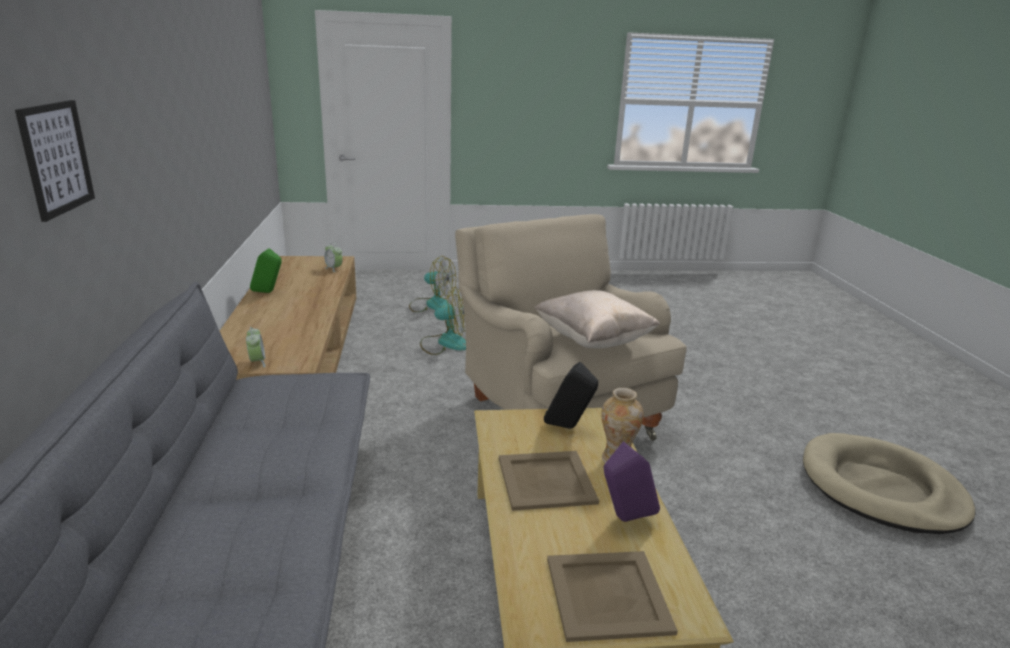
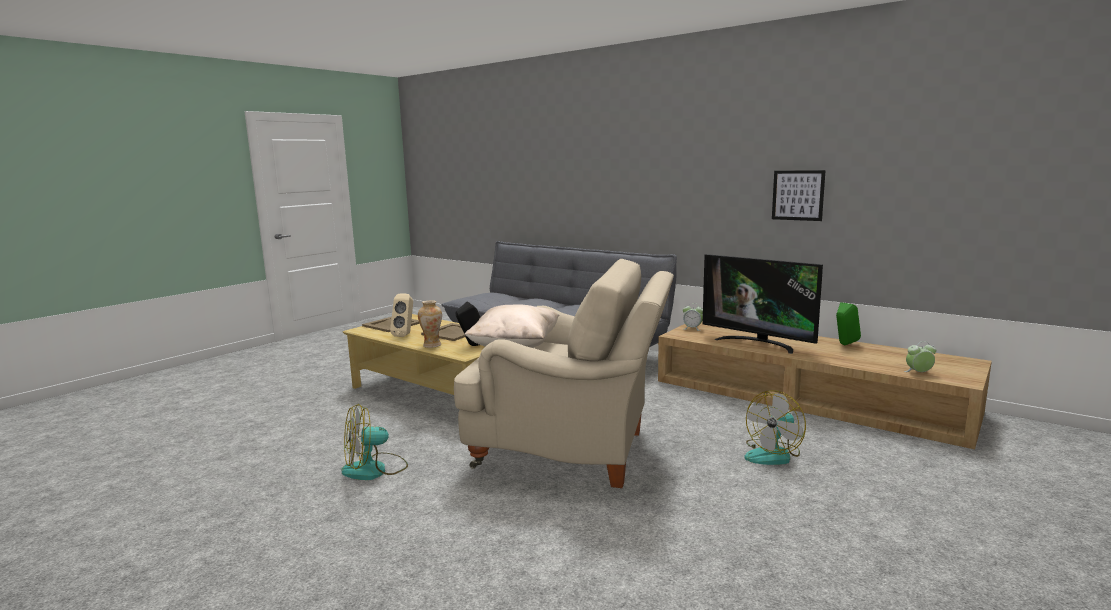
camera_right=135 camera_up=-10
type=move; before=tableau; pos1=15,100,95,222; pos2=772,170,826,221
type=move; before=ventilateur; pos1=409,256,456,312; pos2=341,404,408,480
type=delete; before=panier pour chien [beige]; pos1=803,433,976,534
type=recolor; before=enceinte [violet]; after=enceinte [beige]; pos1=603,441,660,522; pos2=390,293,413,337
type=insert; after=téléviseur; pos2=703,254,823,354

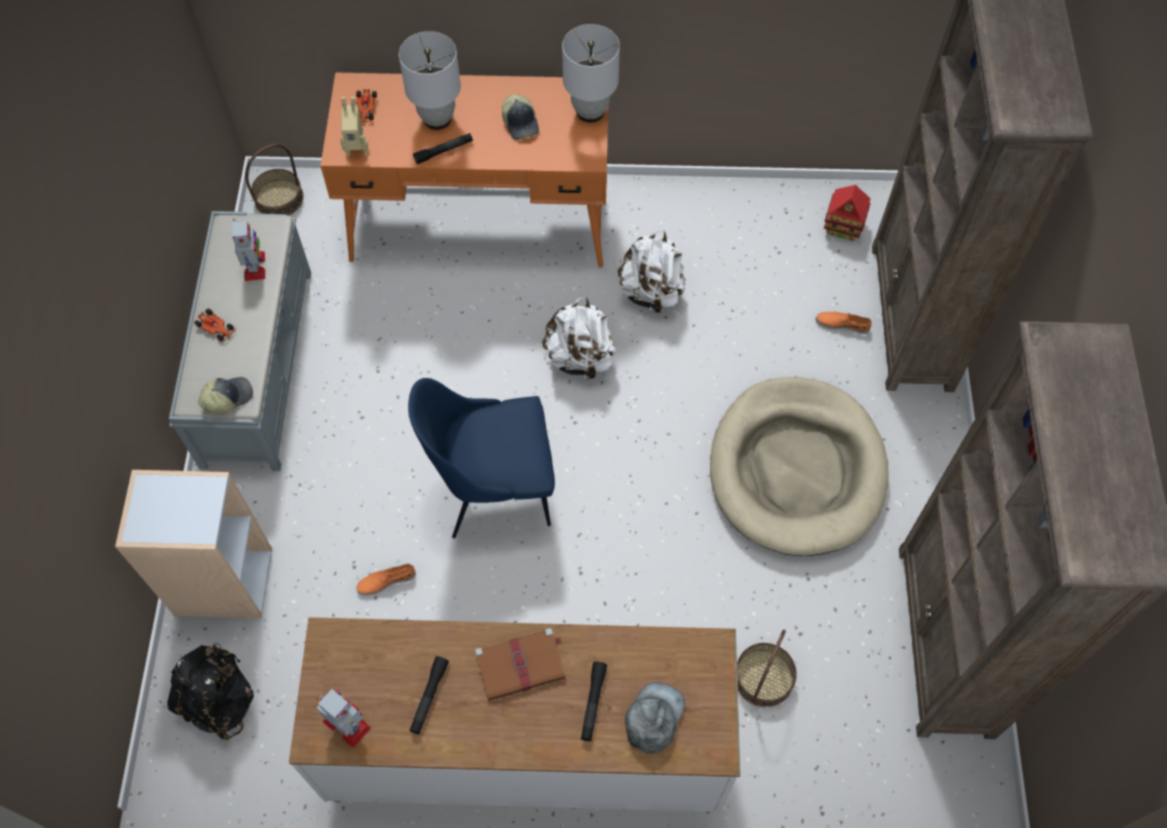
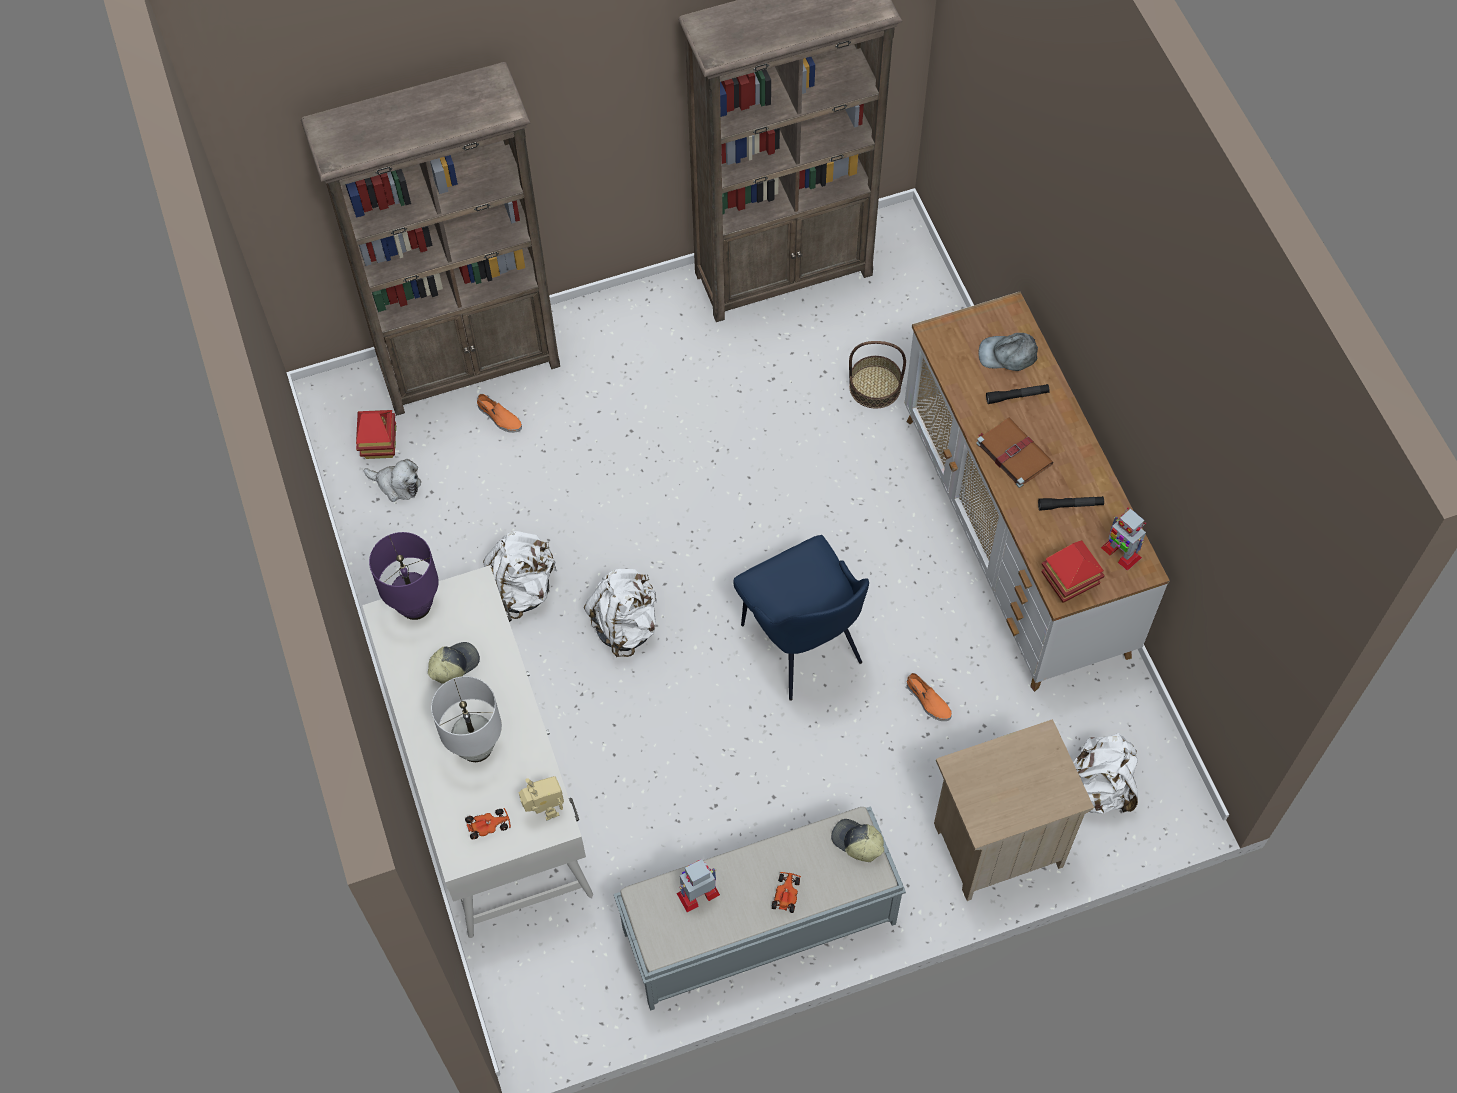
camera_right=-110 camera_up=0
type=recolor; before=lampe de table [blanc]; after=lampe de table [violet]; pos1=562,24,620,122; pos2=369,532,439,620
type=recolor; before=bureau [orange]; after=bureau [blanc]; pos1=320,72,608,268; pos2=362,565,593,938
type=delete; before=lampe de poche [noir]; pos1=413,133,473,164
type=delete; before=panier; pos1=245,144,304,215
type=rotate; before=chaussure [orange]; pos1=816,312,871,334; pos2=477,394,522,433; turn=-45
type=delete; before=panier pour chien [beige]; pos1=710,377,889,556
type=replace; before=bibliothèque; after=table de chevet [beige]; pos1=115,470,272,618; pos2=934,719,1094,901
type=recolor; before=sac à dos [noir]; after=sac à dos [blanc]; pos1=167,643,254,740; pos2=1073,733,1138,813
type=rotate; before=robot jouet; pos1=316,689,371,748; pos2=1101,508,1146,571; turn=-60
type=insert; after=peluche; pos2=364,459,421,502
type=insert; after=maison miniature; pos2=1042,540,1105,603

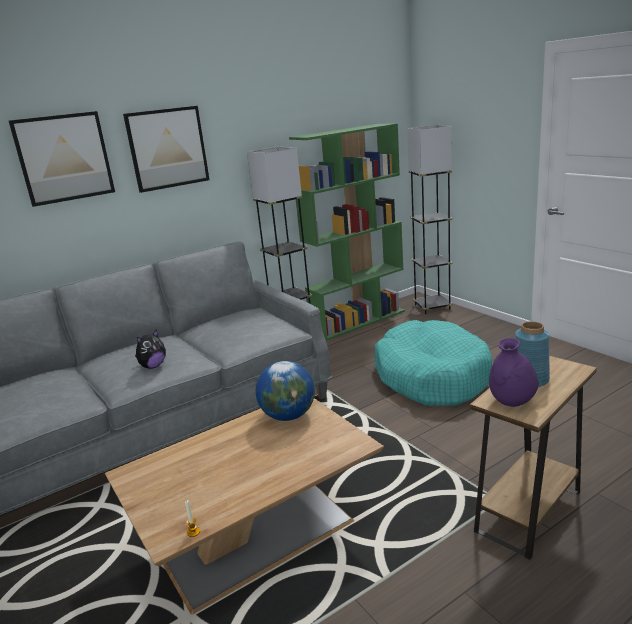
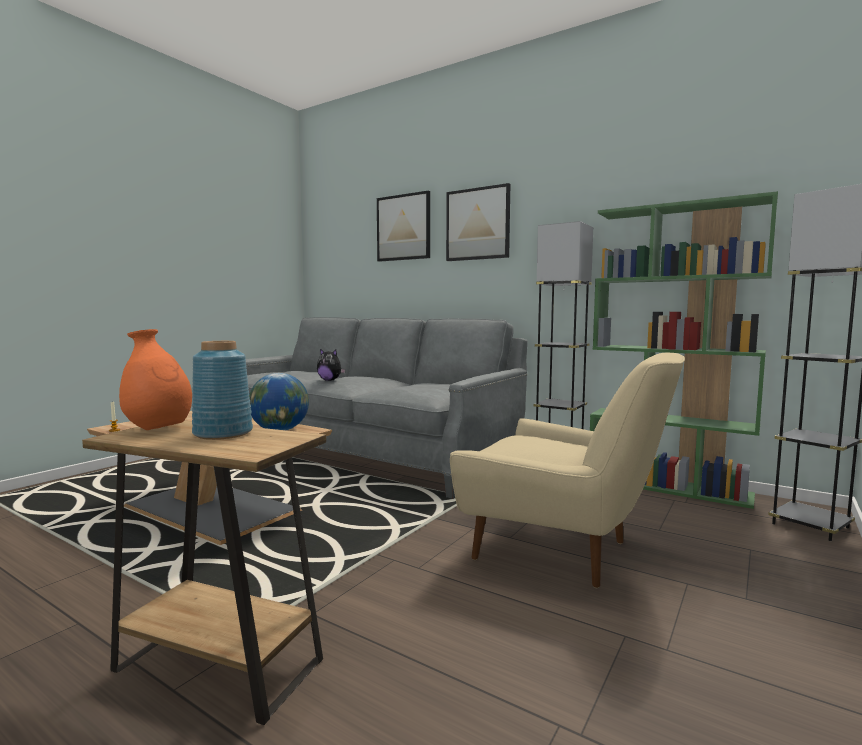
camera_right=65 camera_up=-15
type=replace; before=panier pour chien [turquoise]; after=fauteuil [beige]; pos1=375,320,492,406; pos2=450,353,685,588
type=recolor; before=vase [violet]; after=vase [orange]; pos1=489,338,538,407; pos2=119,329,192,430

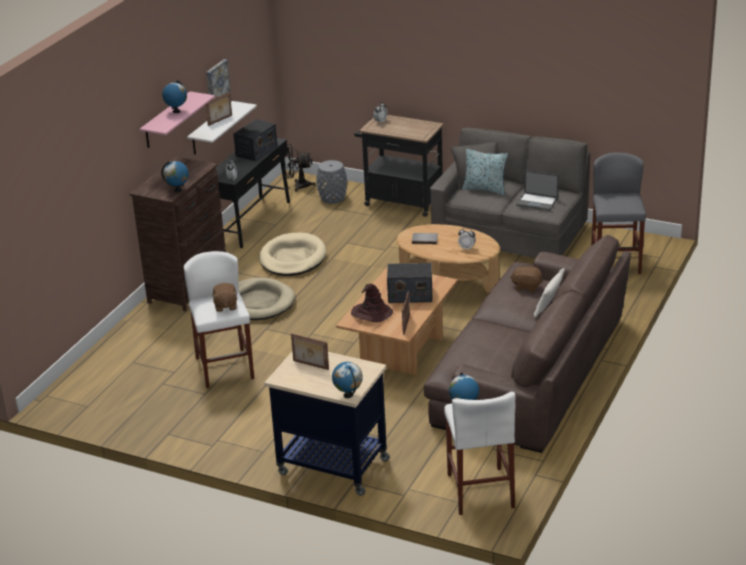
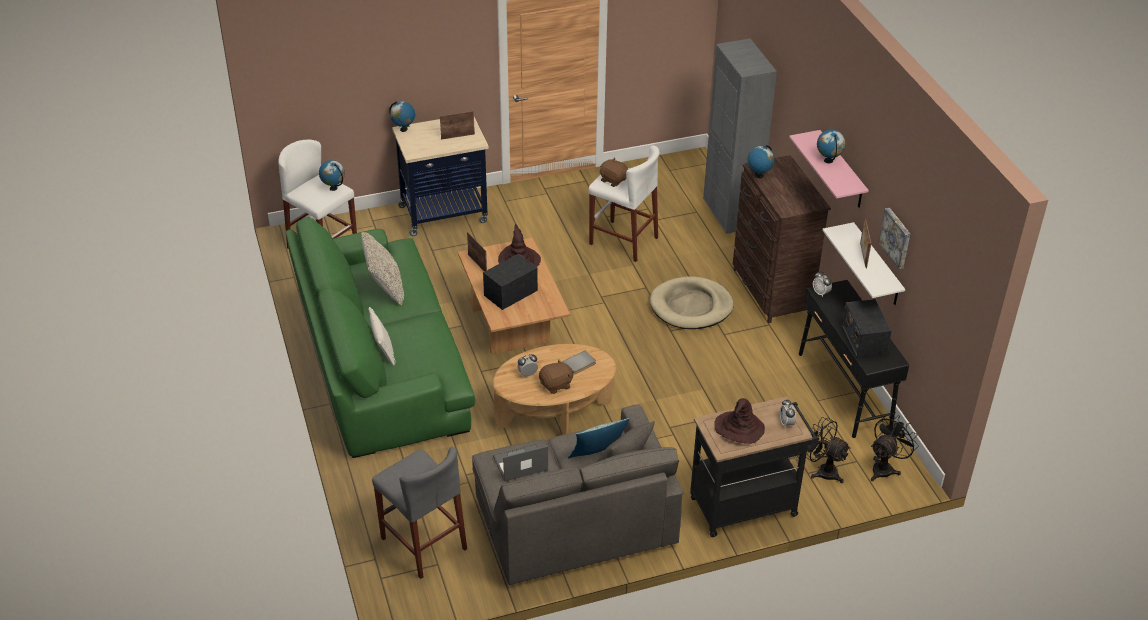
camera_right=135 camera_up=10
type=replace; before=tabouret [gris]; after=ventilateur [noir]; pos1=316,160,347,204; pos2=806,417,851,483
type=delete; before=panier pour chien [beige]; pos1=259,233,326,276
type=recolor; before=canapé [marron]; after=canapé [vert]; pos1=424,235,631,453; pos2=286,217,475,458
type=move; before=peluche [marron]; pos1=510,264,542,292; pos2=539,360,574,394
type=insert; after=meuble de rangement [gris]; pos2=703,39,777,234
type=insert; after=coussin [beige]; pos2=361,232,404,305
type=insert; after=chapeau [marron]; pos2=714,398,765,444

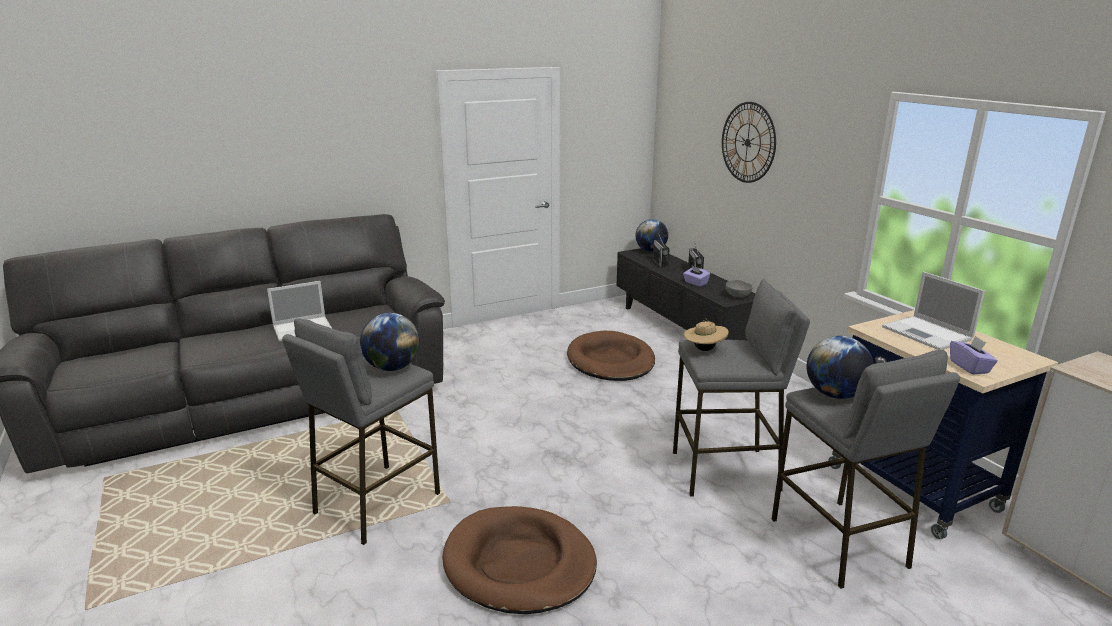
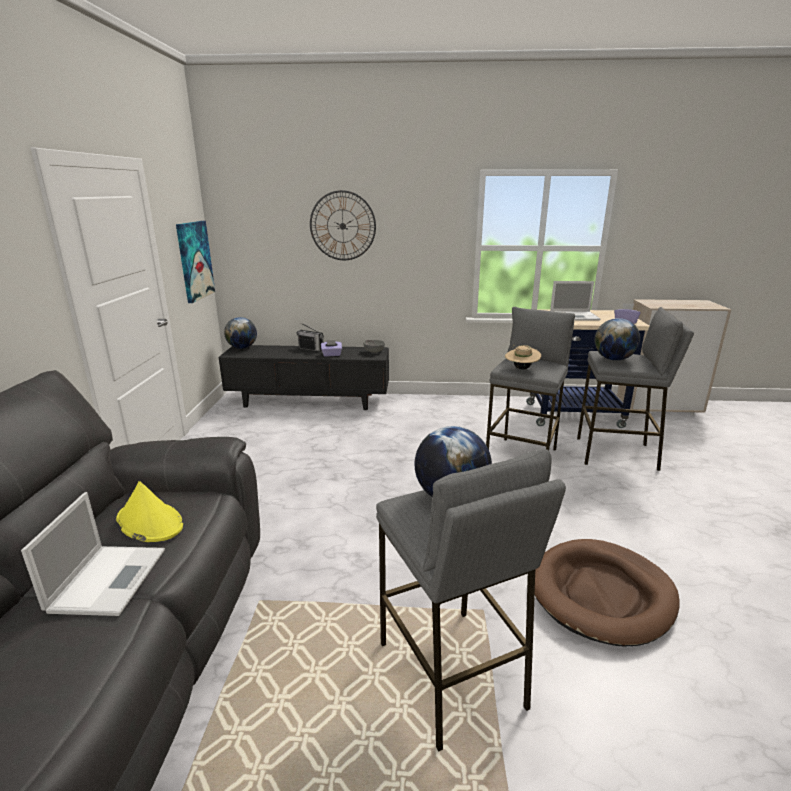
camera_right=-60 camera_up=0
type=delete; before=radio; pos1=653,233,669,268
type=delete; before=panier pour chien [marron]; pos1=567,330,655,381
type=insert; after=tableau; pos2=176,221,215,303
type=insert; after=chapeau [jaune]; pos2=116,481,183,542

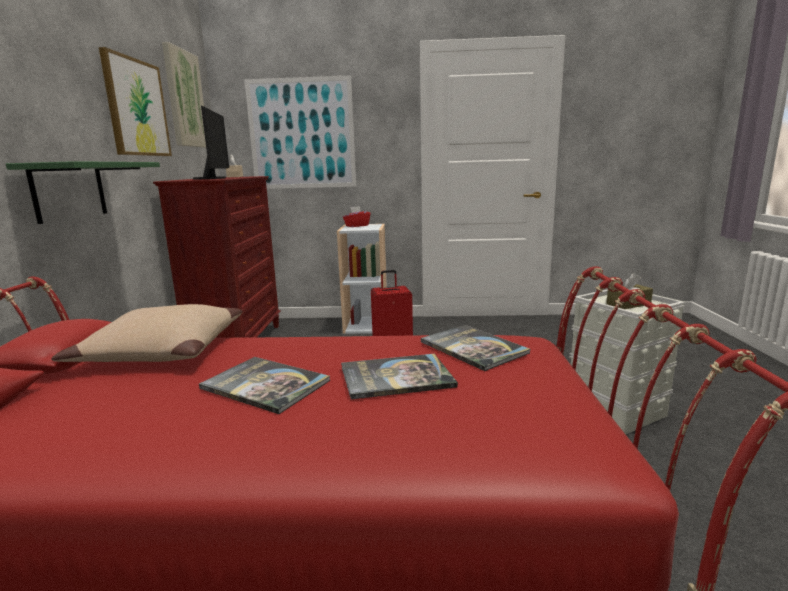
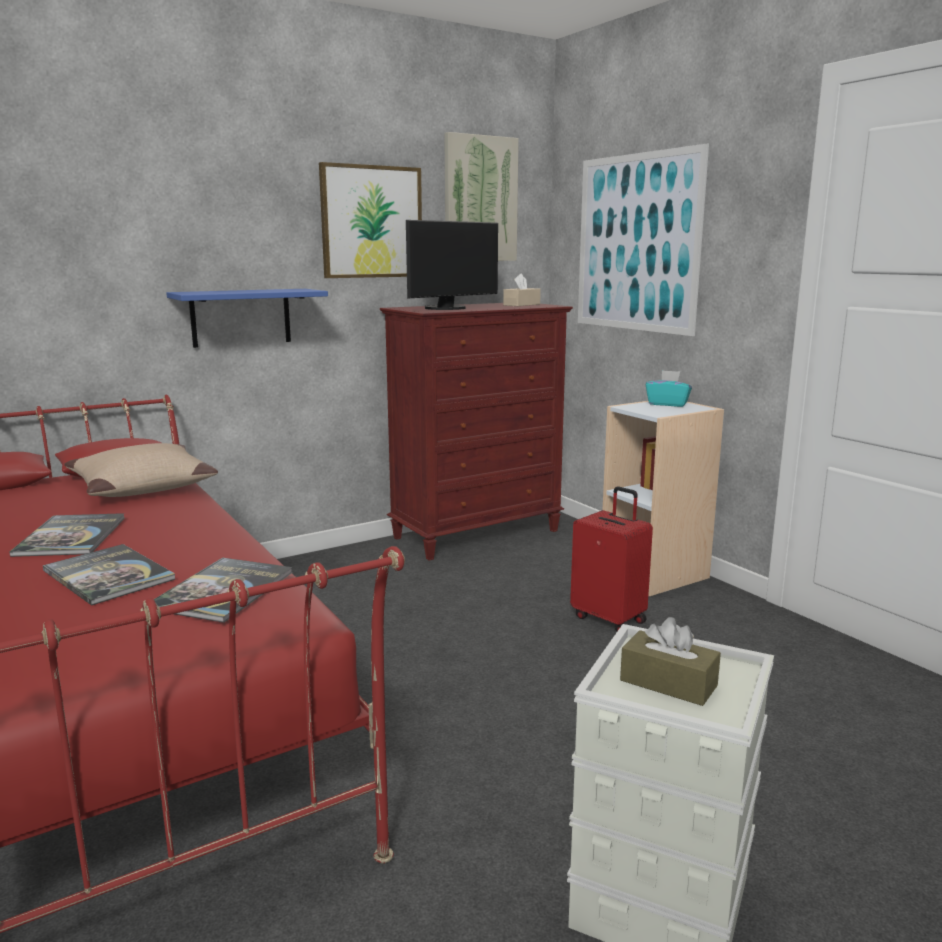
camera_right=55 camera_up=0
type=recolor; before=étagère [vert]; after=étagère [bleu]; pos1=6,161,160,224; pos2=166,289,328,348
type=recolor; before=boîte à mouchoirs [rouge]; after=boîte à mouchoirs [turquoise]; pos1=343,206,371,227; pos2=646,370,692,407

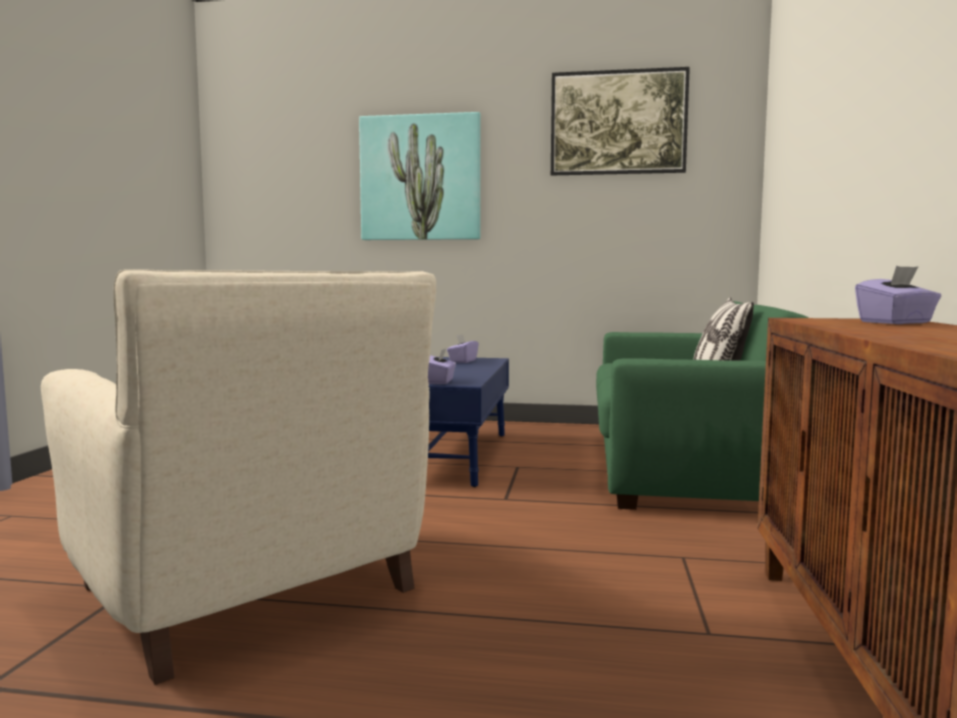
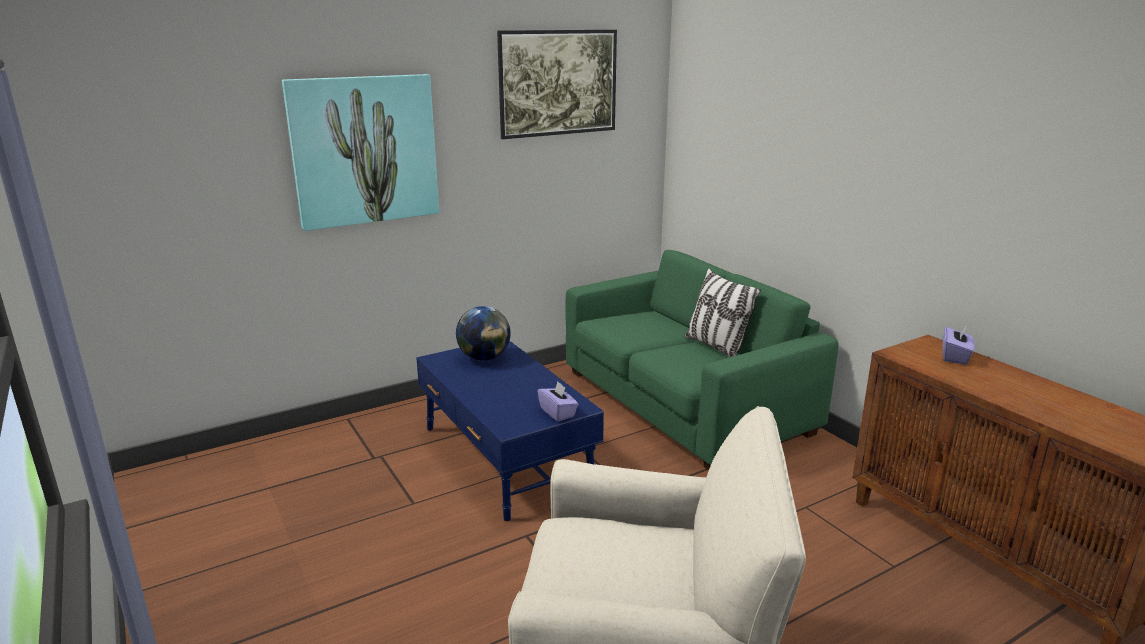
camera_right=-40 camera_up=15
type=replace; before=boîte à mouchoirs [violet]; after=globe; pos1=447,334,479,363; pos2=456,306,510,361

